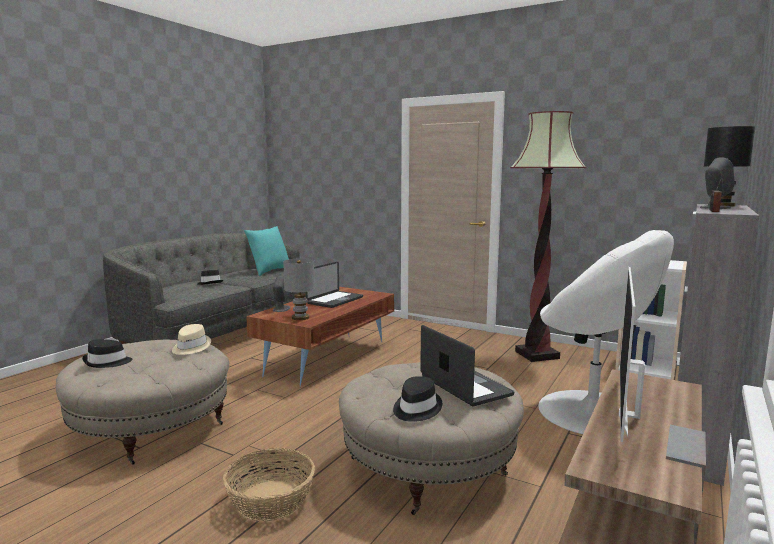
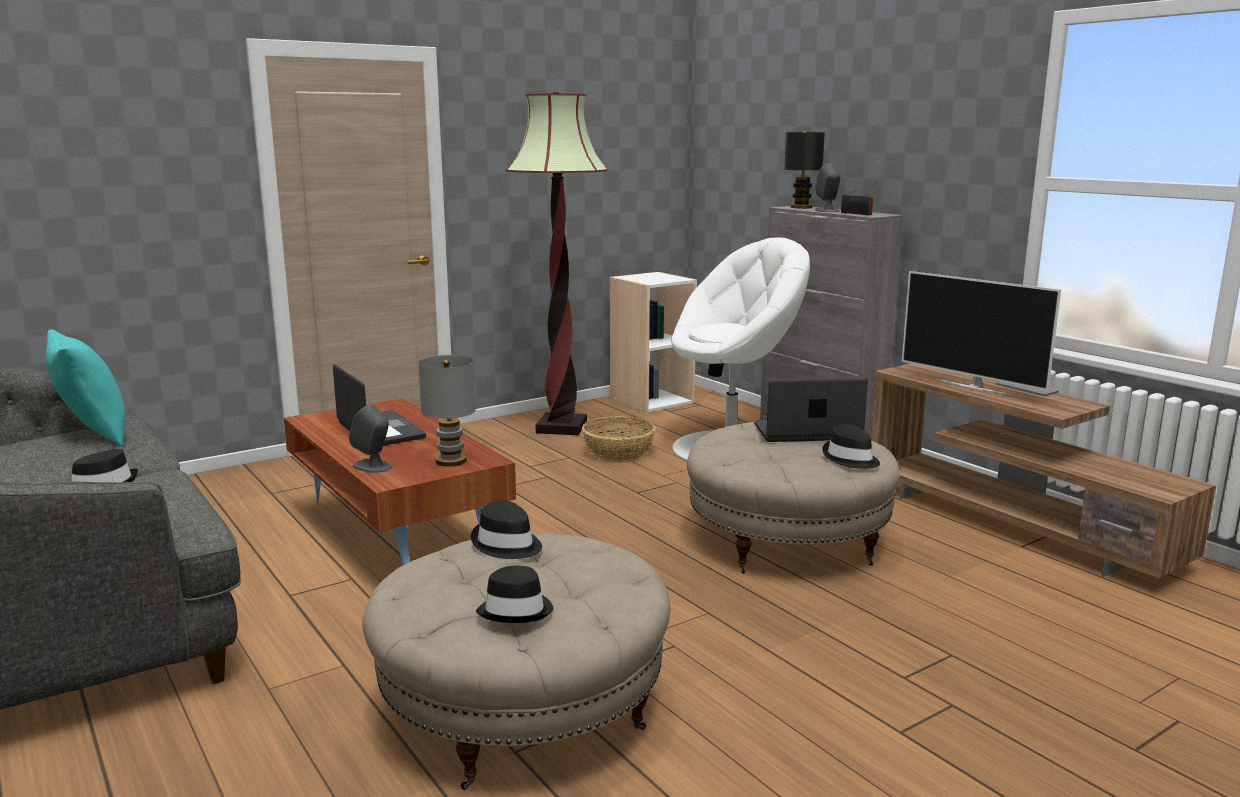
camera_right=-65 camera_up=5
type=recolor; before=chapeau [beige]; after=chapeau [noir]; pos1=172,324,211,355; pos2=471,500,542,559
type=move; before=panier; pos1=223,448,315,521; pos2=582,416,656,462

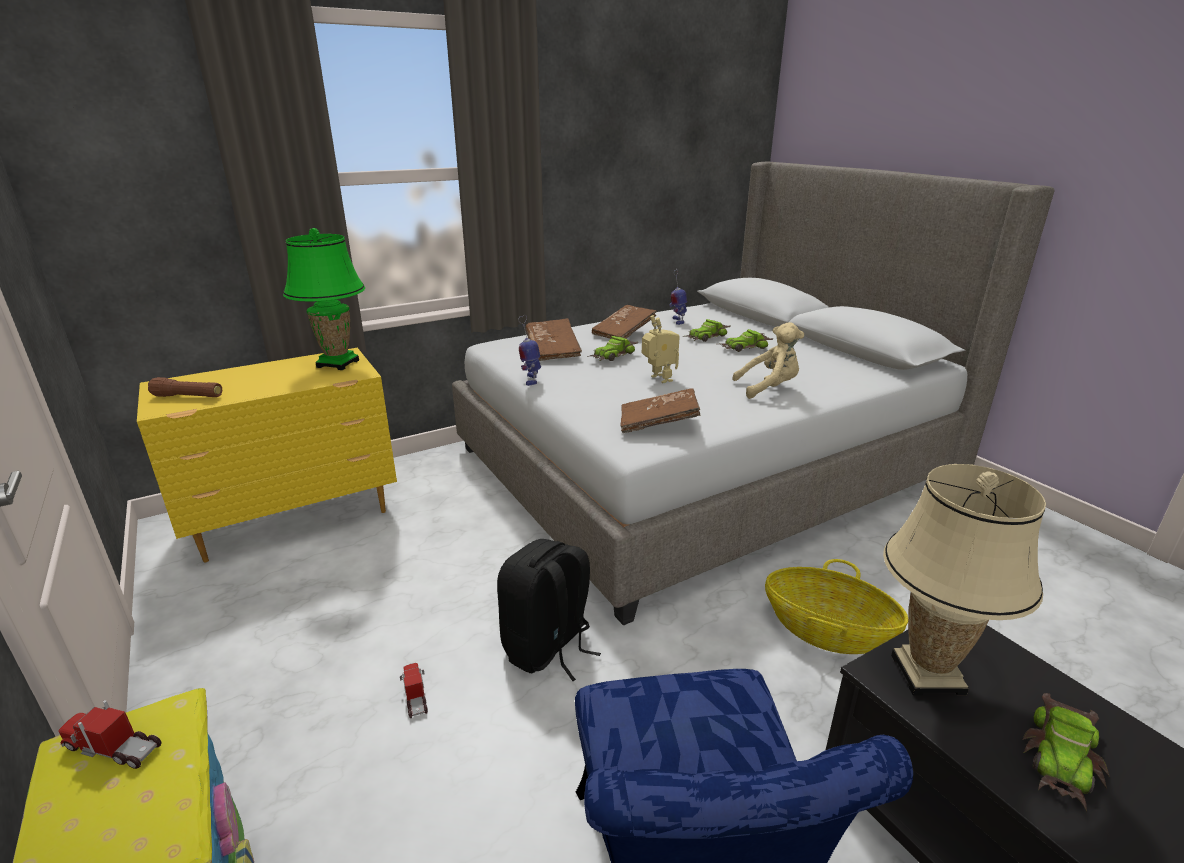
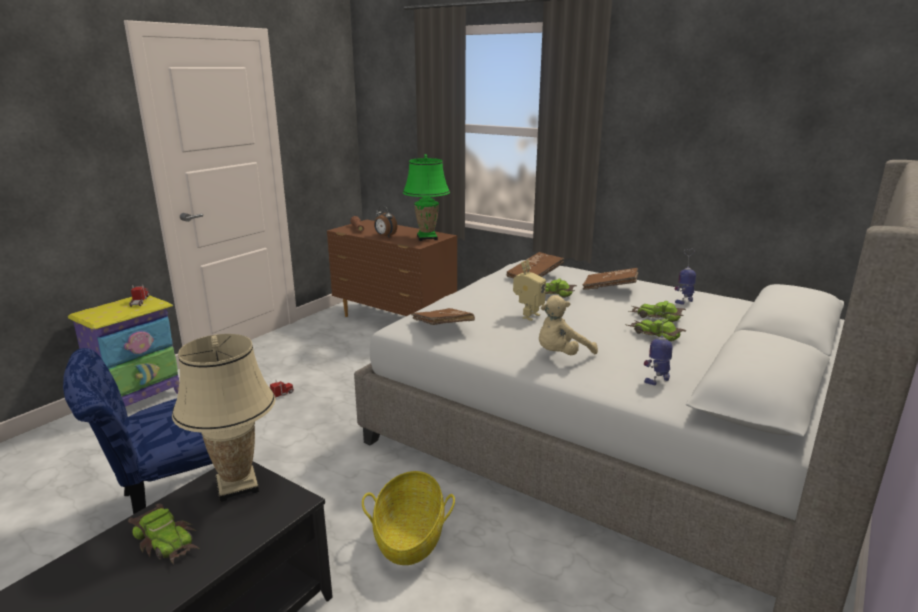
camera_right=65 camera_up=-5
type=move; before=robot jouet; pos1=518,315,541,386; pos2=643,312,673,385
type=rotate; before=peluche [beige]; pos1=732,322,804,399; pos2=539,295,598,355; turn=90
type=recolor; before=commode [jaune]; after=commode [marron]; pos1=137,348,397,563; pos2=327,220,457,317
type=delete; before=sac à dos [noir]; pos1=497,539,601,681
type=rotate; before=petite voiture; pos1=1022,693,1110,812; pos2=128,503,200,565; turn=-150
type=insert; after=réveil; pos2=374,206,397,237

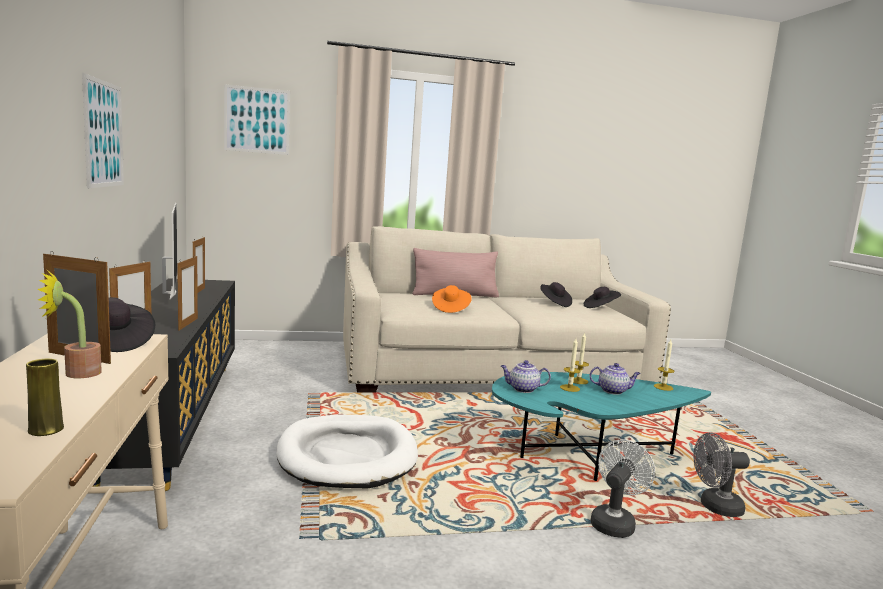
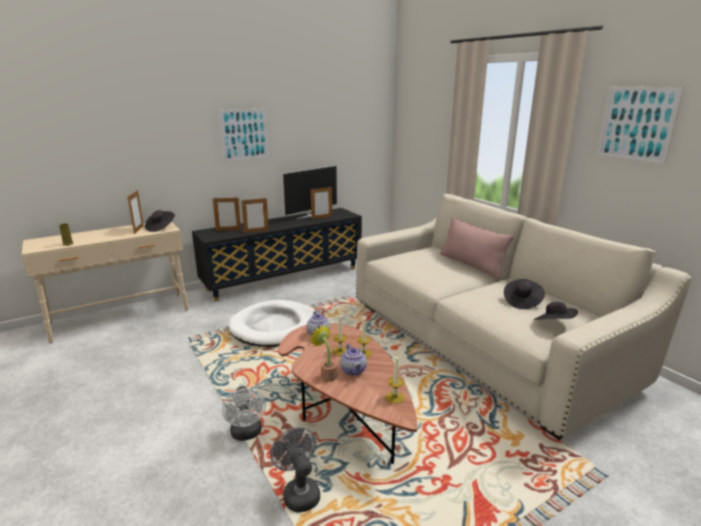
camera_right=70 camera_up=10
type=move; before=tableau; pos1=224,84,290,155; pos2=597,87,684,164
type=move; before=plante en pot; pos1=37,269,102,378; pos2=309,324,337,382
type=delete; before=chapeau [orange]; pos1=432,285,472,313
type=recolor; before=table basse [turquoise]; after=table basse [marron]; pos1=492,372,711,481; pos2=278,323,418,464
type=rotate; before=ventilateur [blanc]; pos1=590,440,655,538; pos2=222,386,266,441; turn=60

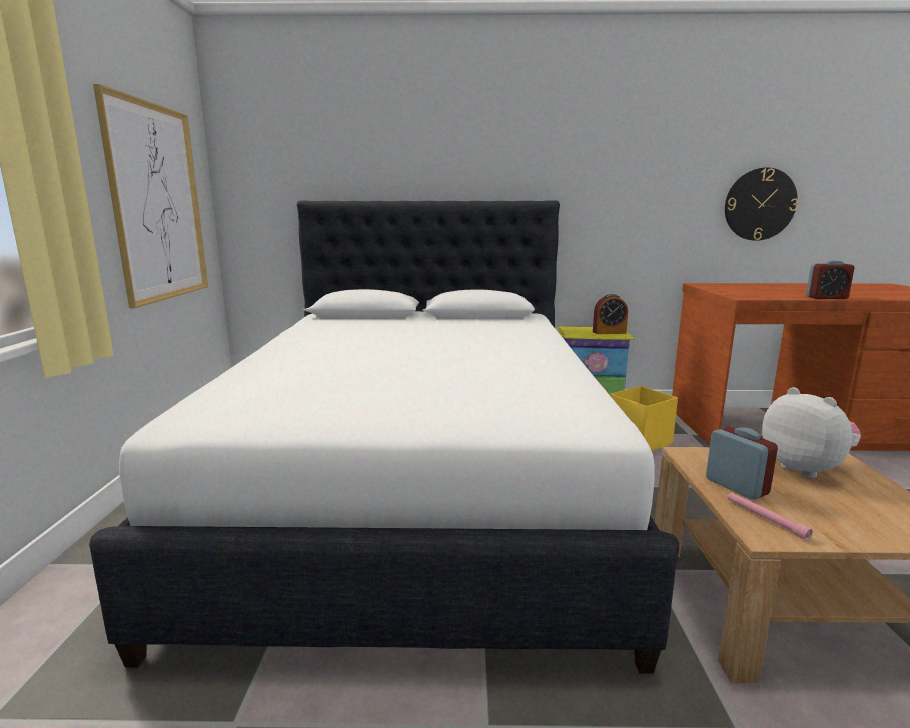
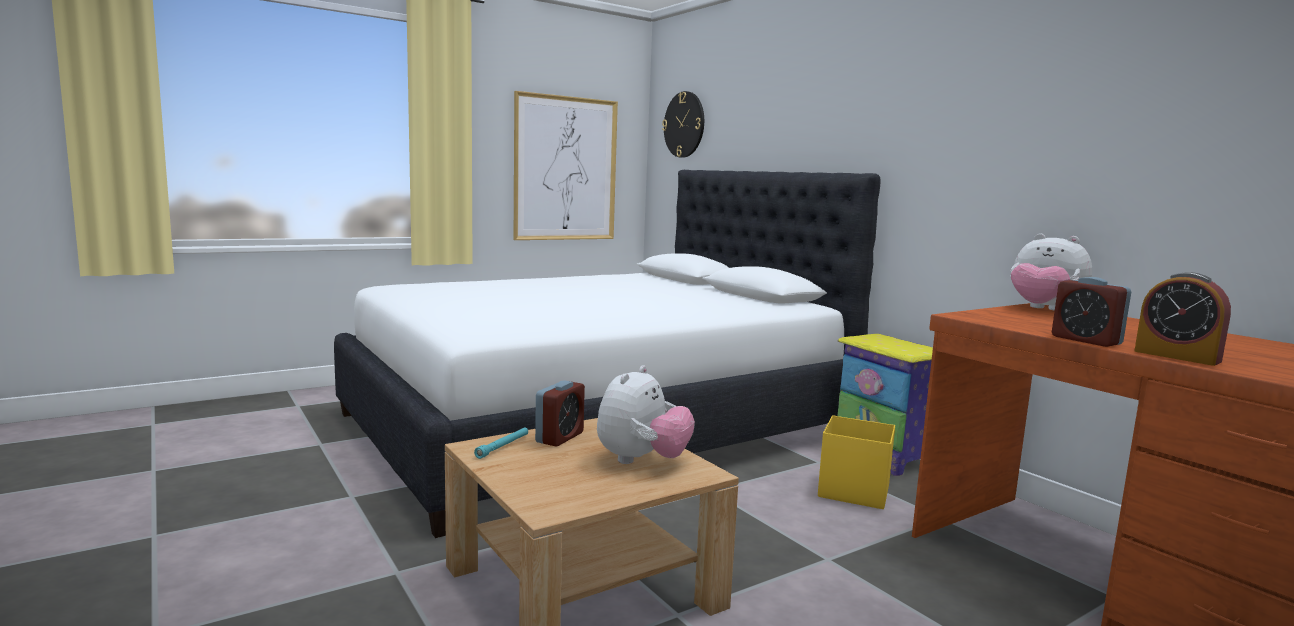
camera_right=55 camera_up=-5
type=move; before=horloge murale; pos1=725,167,798,241; pos2=662,91,704,158
type=move; before=réveil; pos1=593,294,628,334; pos2=1134,272,1231,366
type=recolor; before=lampe de poche [rose]; after=lampe de poche [turquoise]; pos1=728,493,813,541; pos2=474,427,528,459
type=insert; after=peluche; pos2=1010,233,1092,311

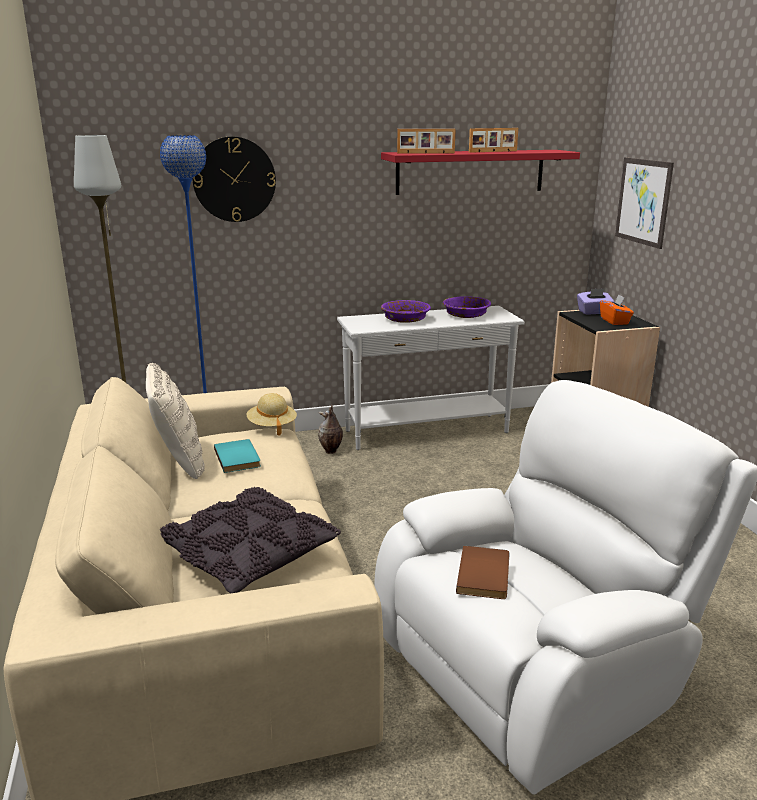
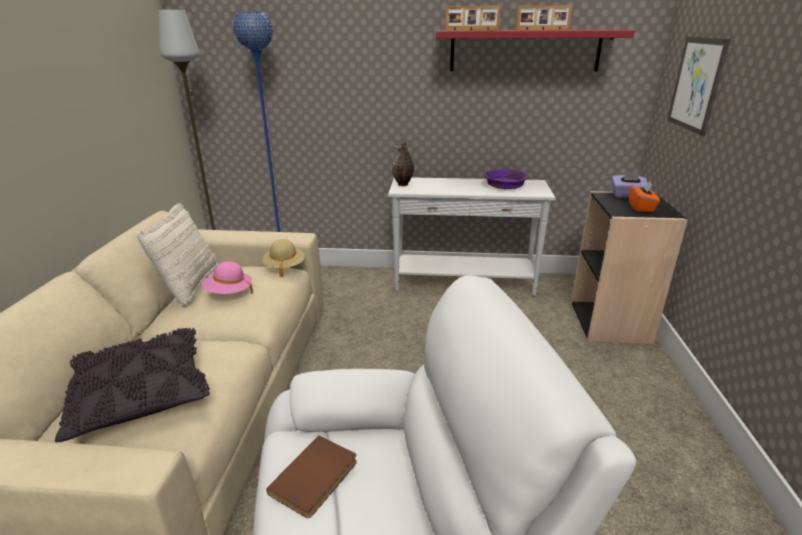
camera_right=20 camera_up=5
type=delete; before=horloge murale; pos1=192,136,276,222
type=delete; before=bol [violet]; pos1=381,300,431,323
type=move; before=vase; pos1=318,404,343,454; pos2=392,141,414,186
type=replace; before=livre [turquoise]; after=chapeau [rose]; pos1=214,439,261,473; pos2=202,261,253,294

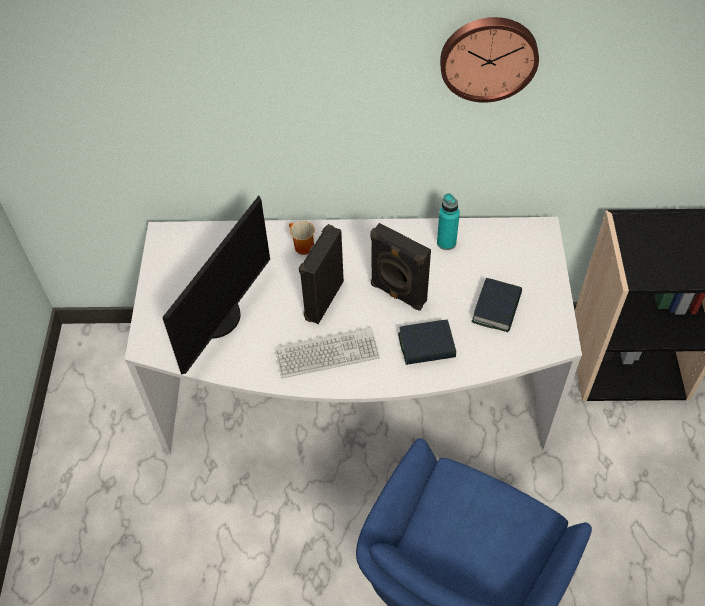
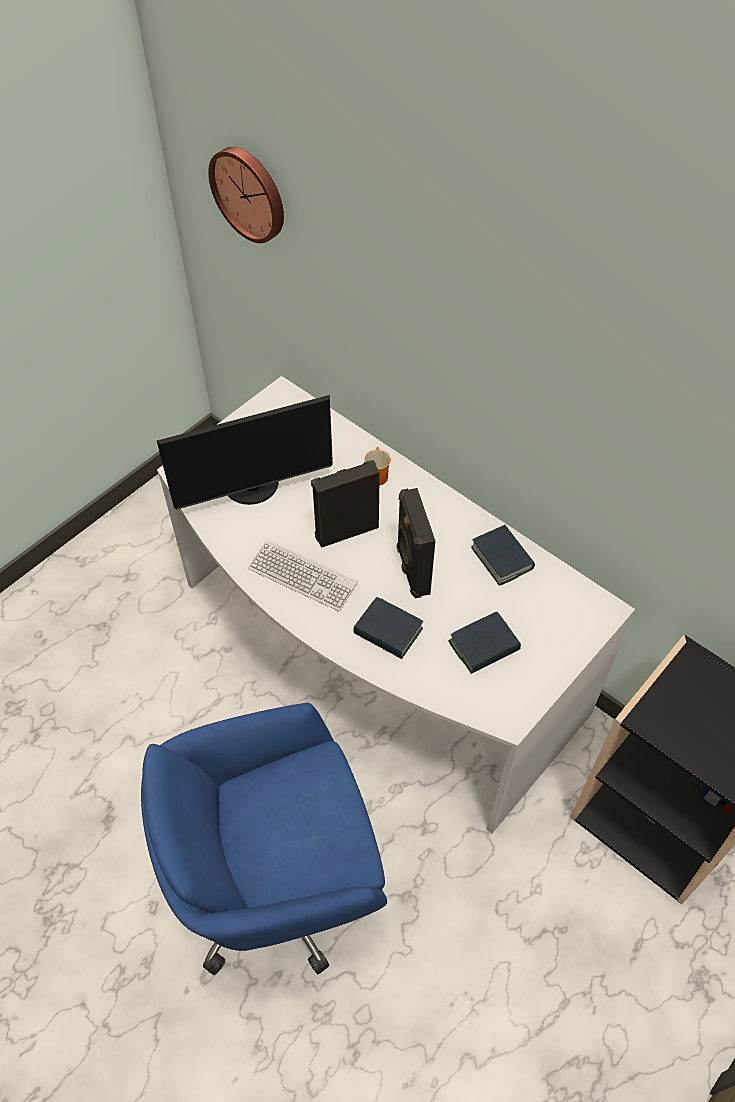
camera_right=40 camera_up=0
type=move; before=horloge murale; pos1=440,17,539,103; pos2=208,147,284,243
type=replace; before=bouteille [turquoise]; after=livre; pos1=437,193,460,250; pos2=471,525,535,586

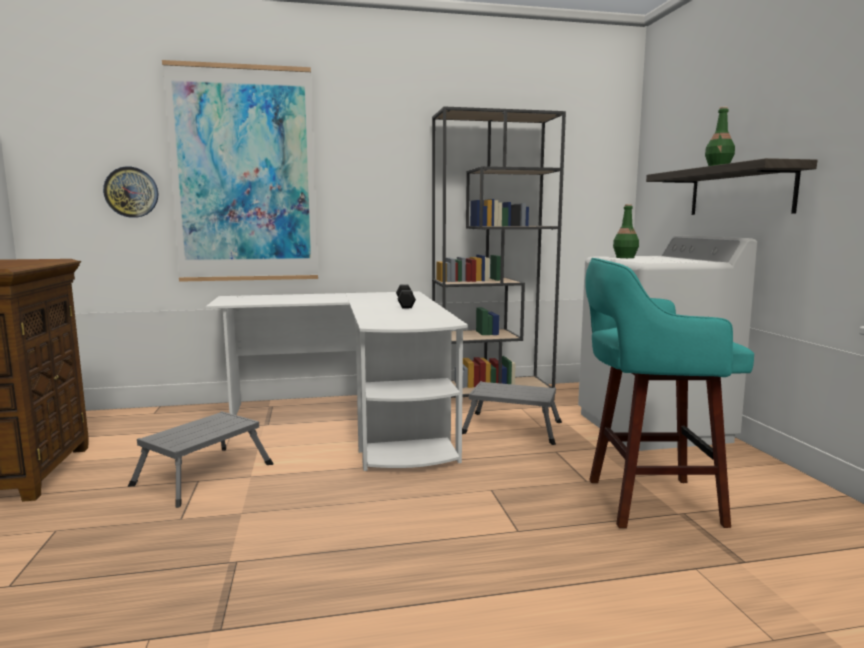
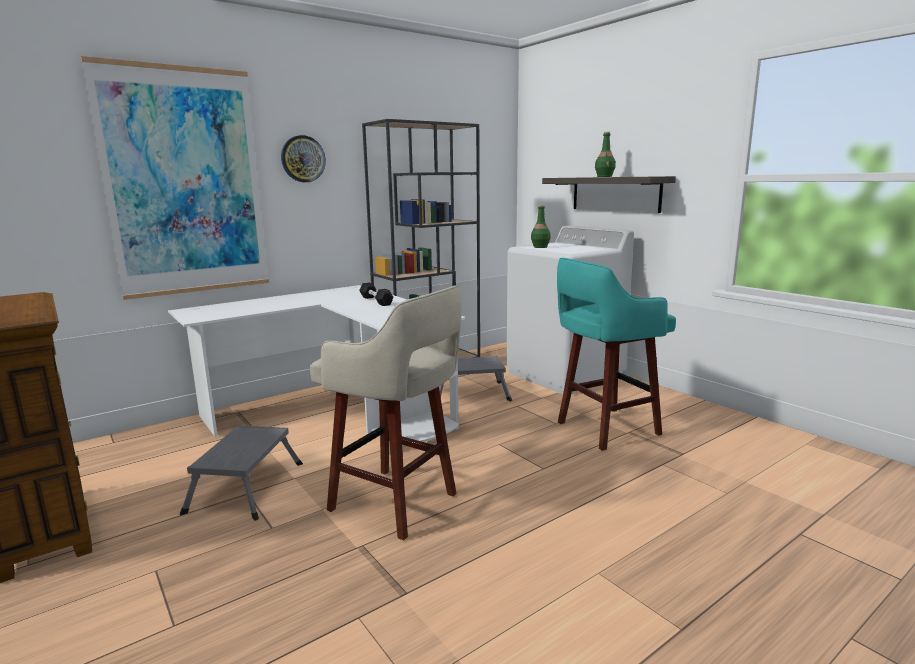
camera_right=-25 camera_up=5
type=move; before=horloge murale; pos1=103,166,158,218; pos2=281,135,326,182
type=insert; after=tabouret [beige]; pos2=310,285,462,541

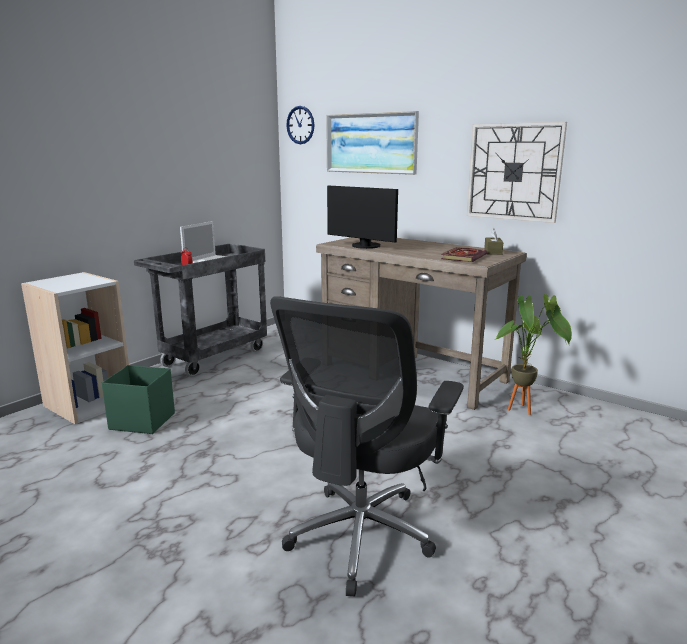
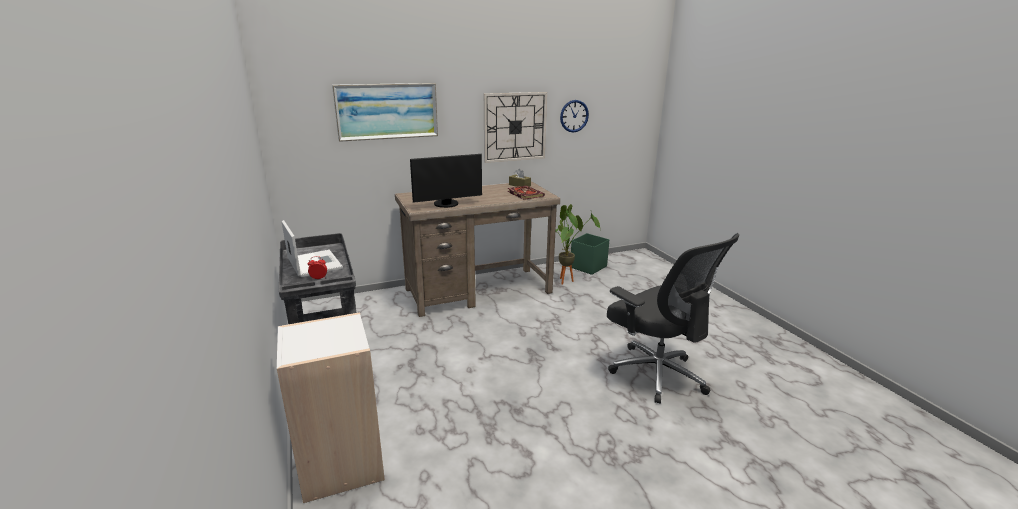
camera_right=-60 camera_up=5
type=move; before=horloge murale; pos1=286,106,314,144; pos2=560,100,589,132
type=move; before=boîte de rangement [vert]; pos1=102,365,175,434; pos2=571,233,609,275

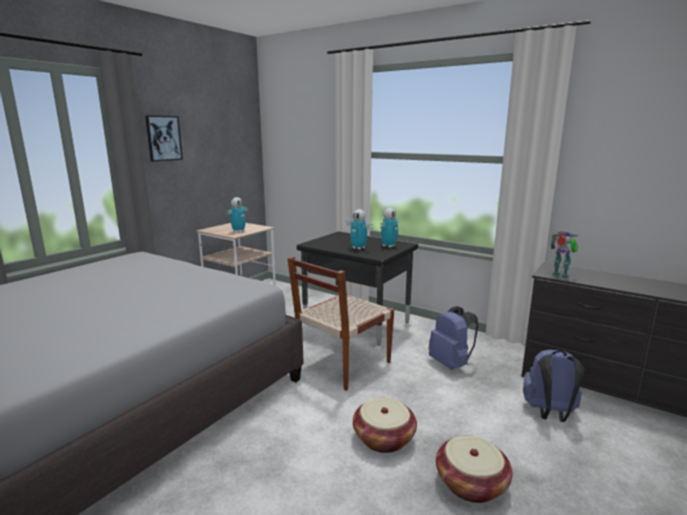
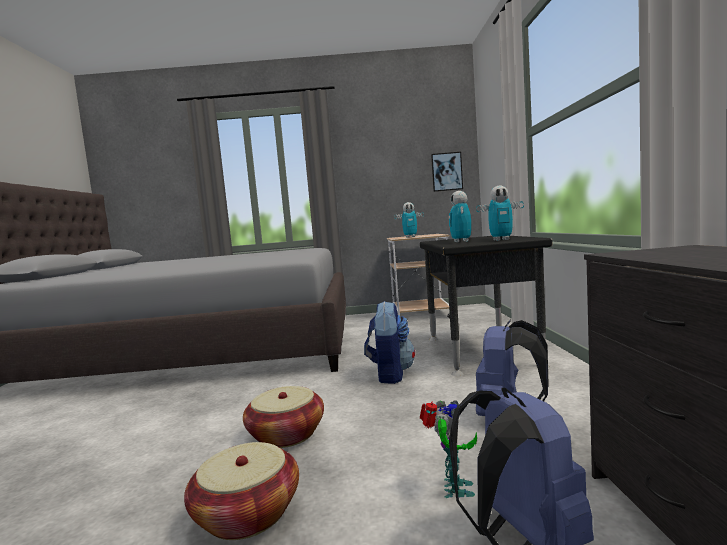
camera_right=55 camera_up=-10
type=move; before=tableau; pos1=145,115,183,162; pos2=431,152,463,192
type=move; before=robot jouet; pos1=550,231,578,279; pos2=420,400,477,498
type=replace; before=chaise; after=sac à dos; pos1=287,256,394,391; pos2=364,301,415,384

